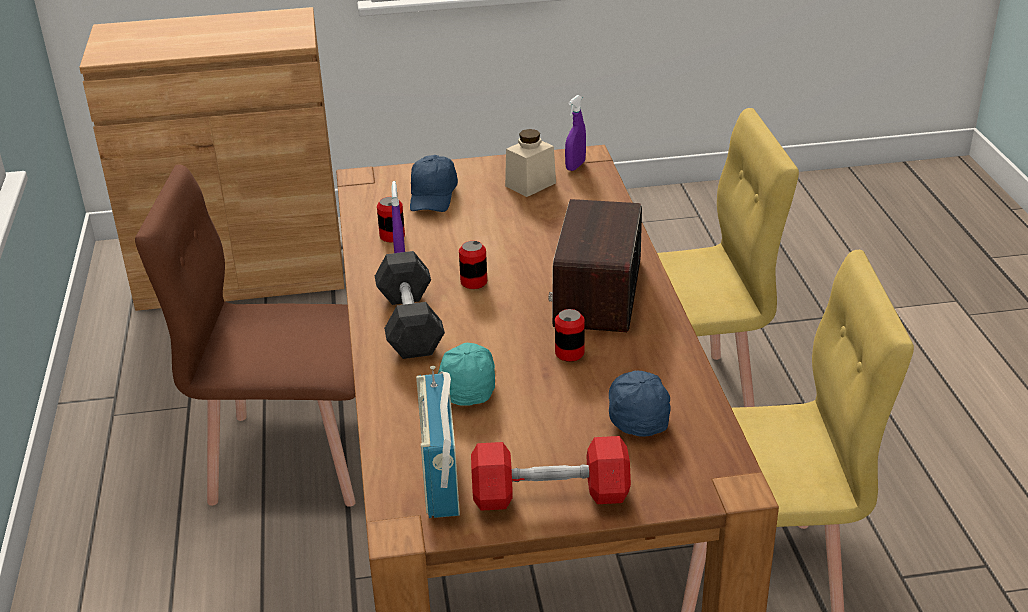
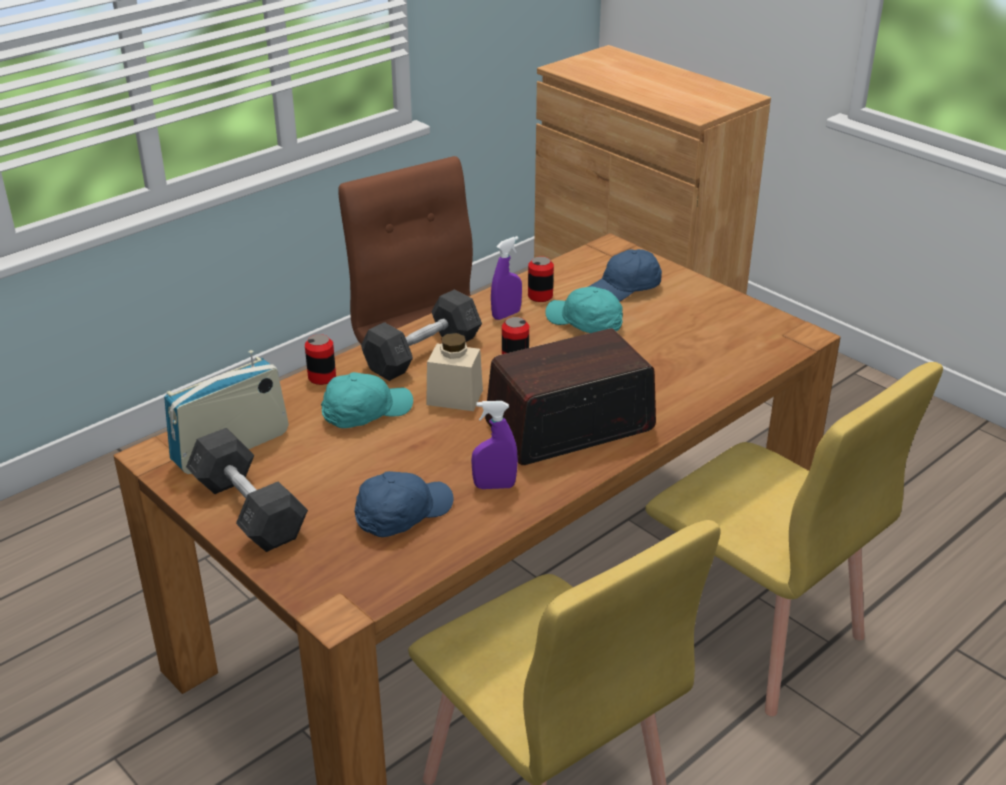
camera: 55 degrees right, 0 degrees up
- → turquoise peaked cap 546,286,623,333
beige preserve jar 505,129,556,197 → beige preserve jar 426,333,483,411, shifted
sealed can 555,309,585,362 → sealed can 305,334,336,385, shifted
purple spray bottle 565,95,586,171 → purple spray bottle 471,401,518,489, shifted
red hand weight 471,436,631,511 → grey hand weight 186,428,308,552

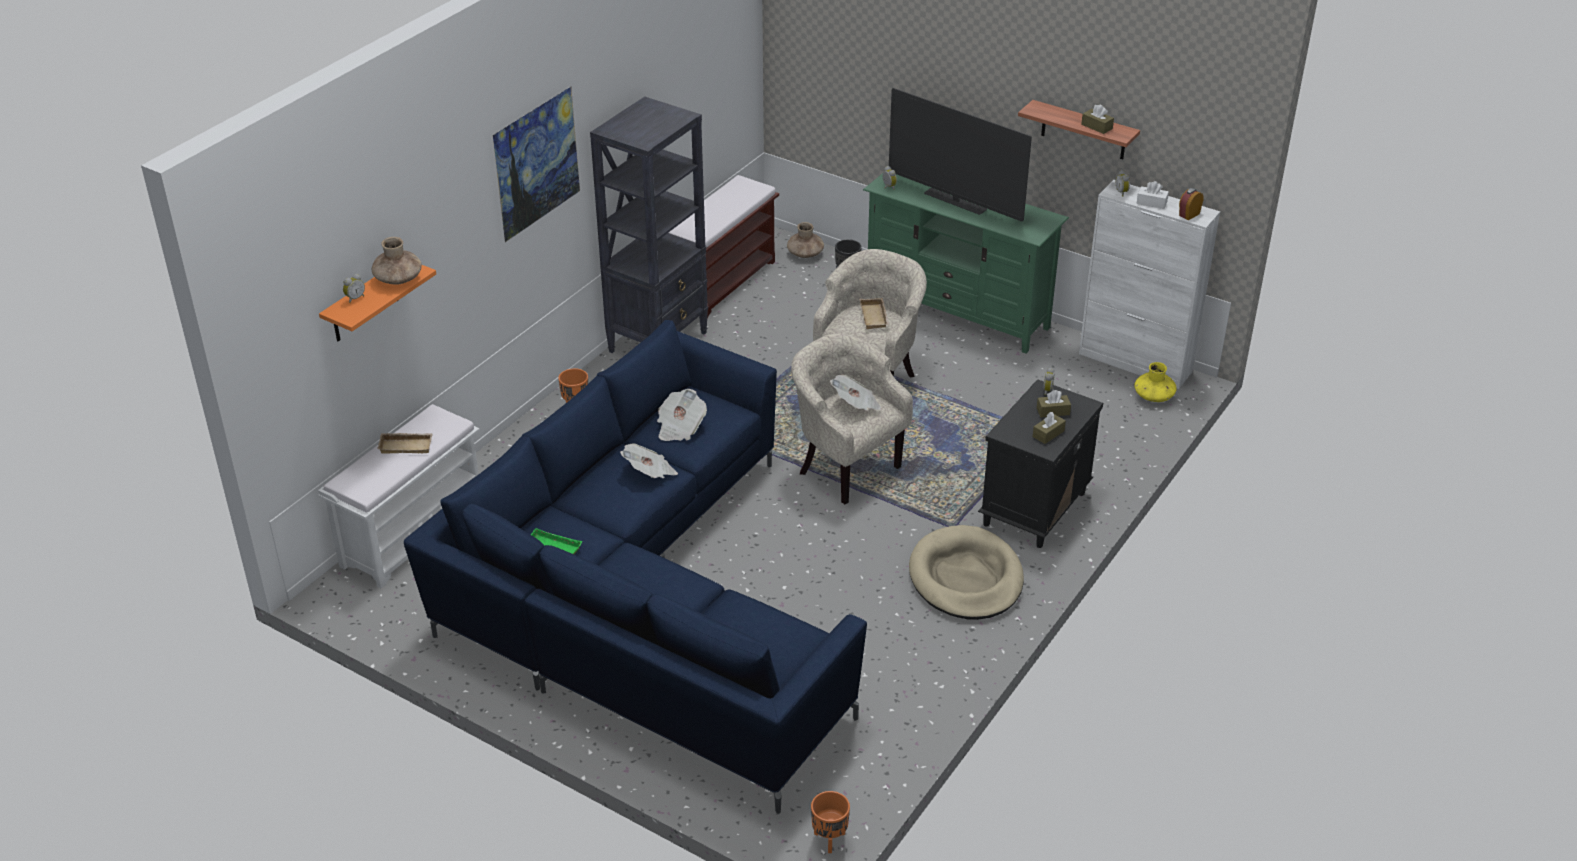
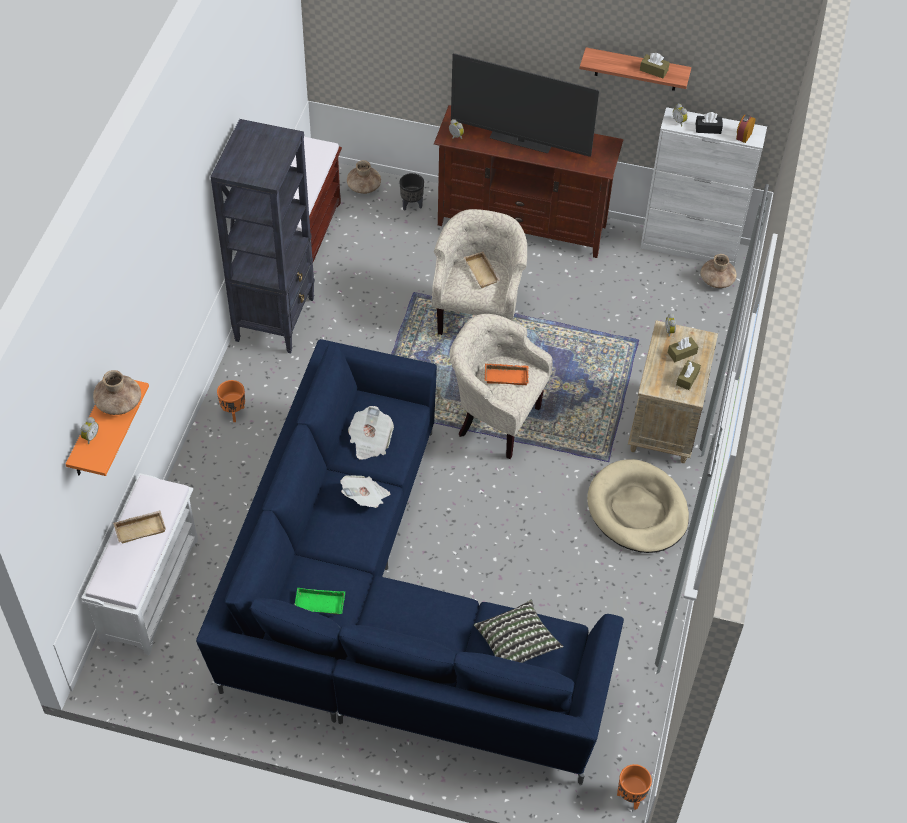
camera: 20 degrees left, 15 degrees up
picture 493,87,580,242 → -
- → cushion 474,600,563,663
printed paper 830,375,882,411 → orange-coloured tray 485,363,529,385
greenish media console 863,173,1069,354 → brown-coloured media console 434,105,624,258
black nightstand 978,379,1103,548 → beige nightstand 628,320,718,463
yellow-coloured decorative vase 1134,362,1177,402 → brown-coloured decorative vase 700,254,736,288
whitish tissue holder 1136,181,1169,209 → black tissue holder 696,112,723,134

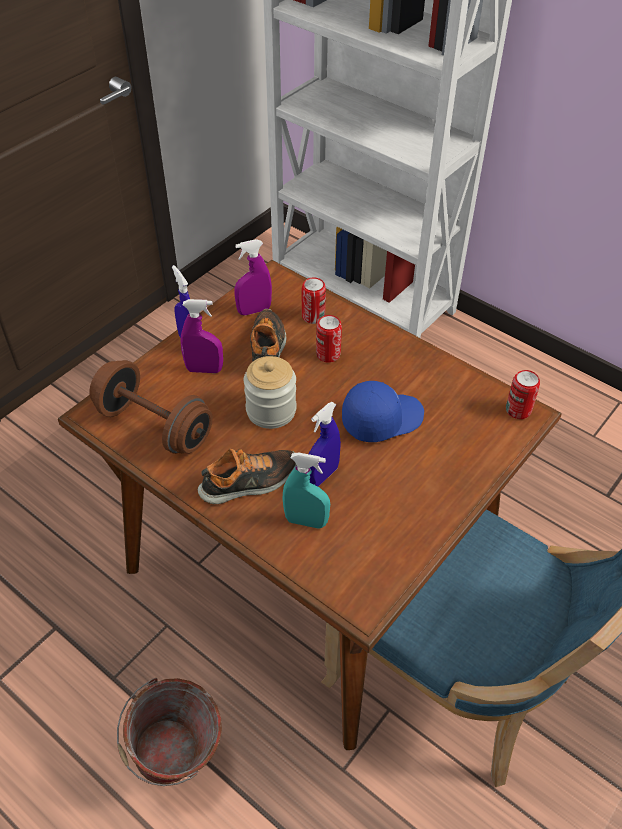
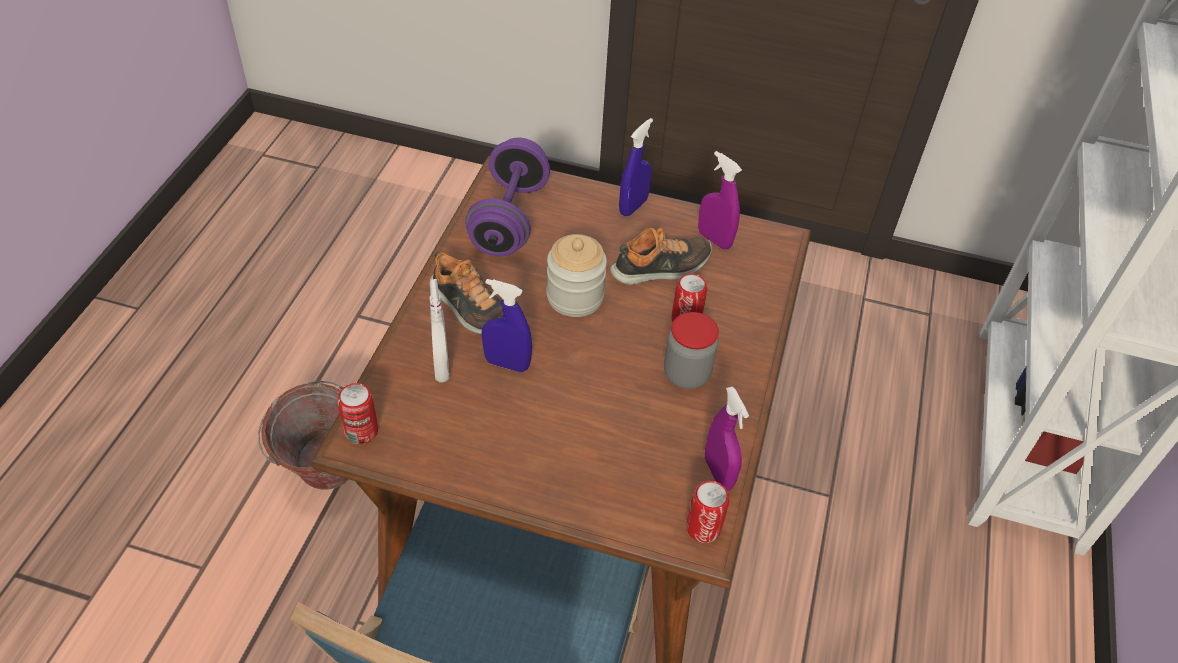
camera: 65 degrees right, 0 degrees up
bluish peaked cap 342,381,424,442 → -
- → preserve jar 664,312,719,389
purple spray bottle 181,299,223,373 → purple spray bottle 705,387,749,491, shifted
sealed can 302,278,326,324 → sealed can 337,383,378,444, shifted
brown-coloured hand weight 89,360,213,454 → purple hand weight 465,137,550,256
turquoise spray bottle 283,452,330,528 → whitish spray bottle 430,279,450,383

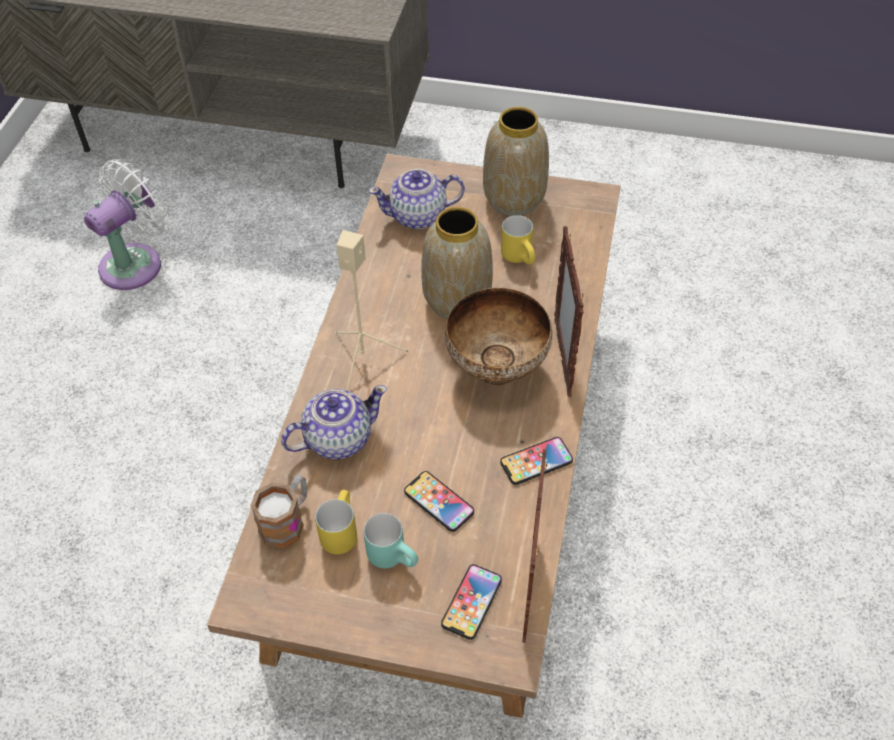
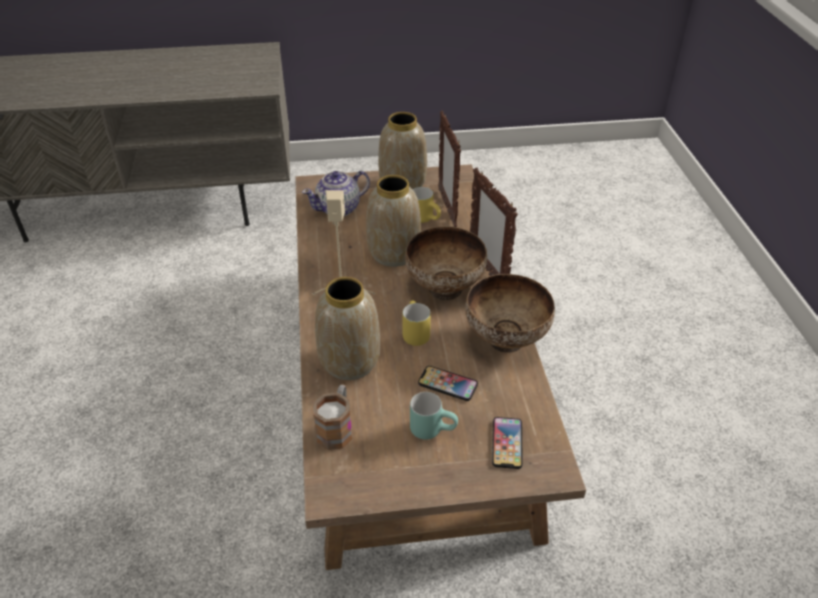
camera: 20 degrees left, 10 degrees down
whitish fan 84,159,168,290 → -
yellow-coloured mug 315,490,357,554 → yellow-coloured mug 402,300,431,346, shifted
picture frame 522,449,547,643 → picture frame 438,110,461,227, shifted
teapot 281,385,387,459 → decorative vase 315,277,380,380
phone 500,437,573,485 → serving bowl 465,274,555,353

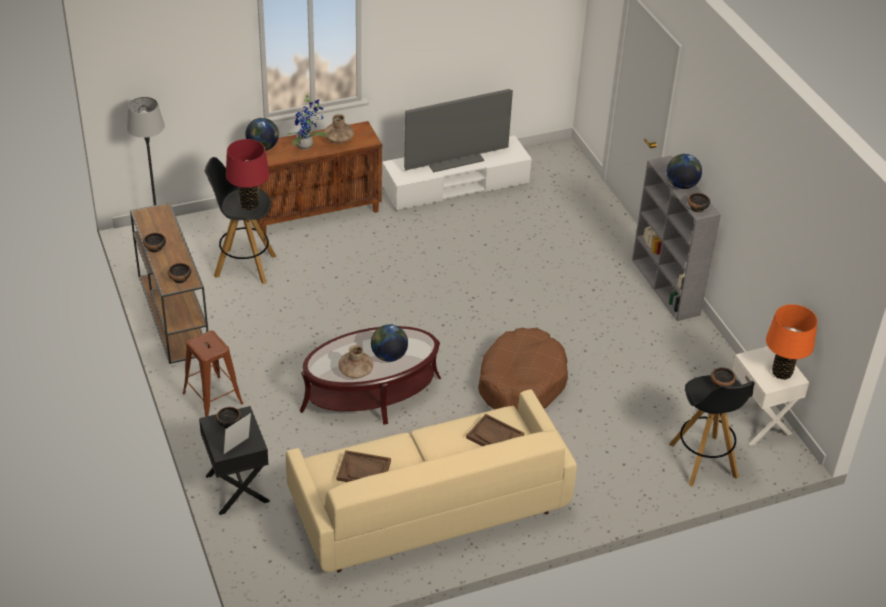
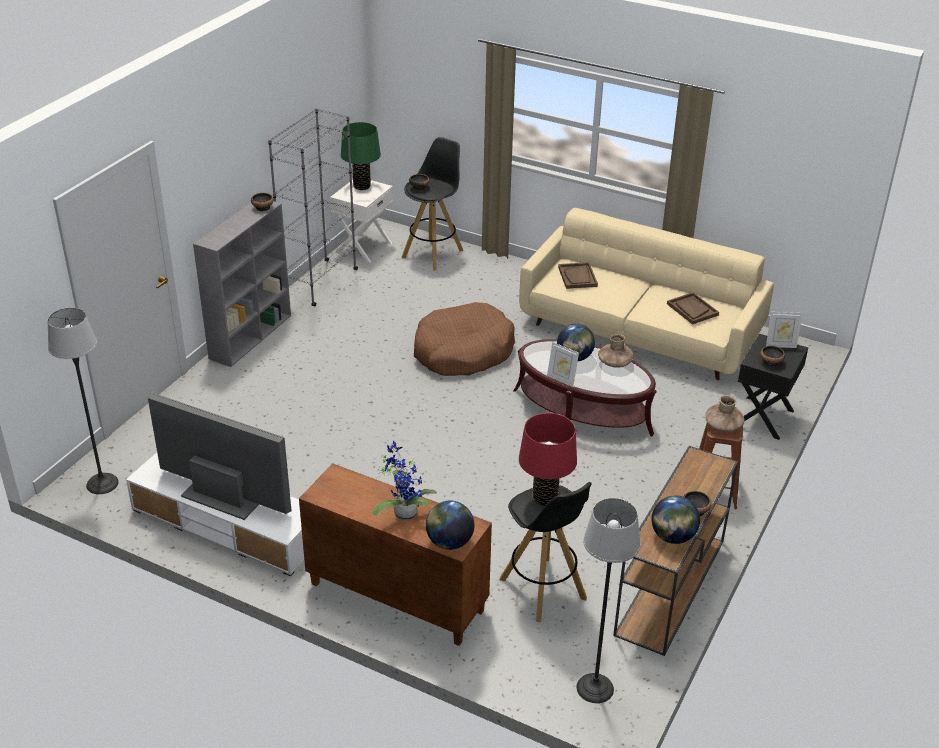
camera: 130 degrees left, 5 degrees down
serving bowl 168,263,191,284 → -
- → standard lamp 48,308,119,494
- → grey shelving unit 268,108,358,307
- → picture frame 547,342,579,387
brown-coloured decorative vase 324,114,354,143 → brown-coloured decorative vase 705,395,744,432, shifted
desk globe 667,154,702,189 → desk globe 652,495,700,544, shifted
orange-coloured tabletop lamp 766,304,818,380 → greenish tabletop lamp 341,122,381,190

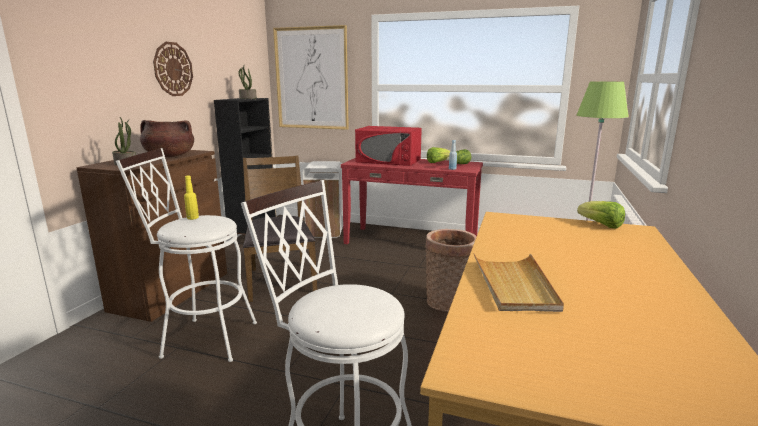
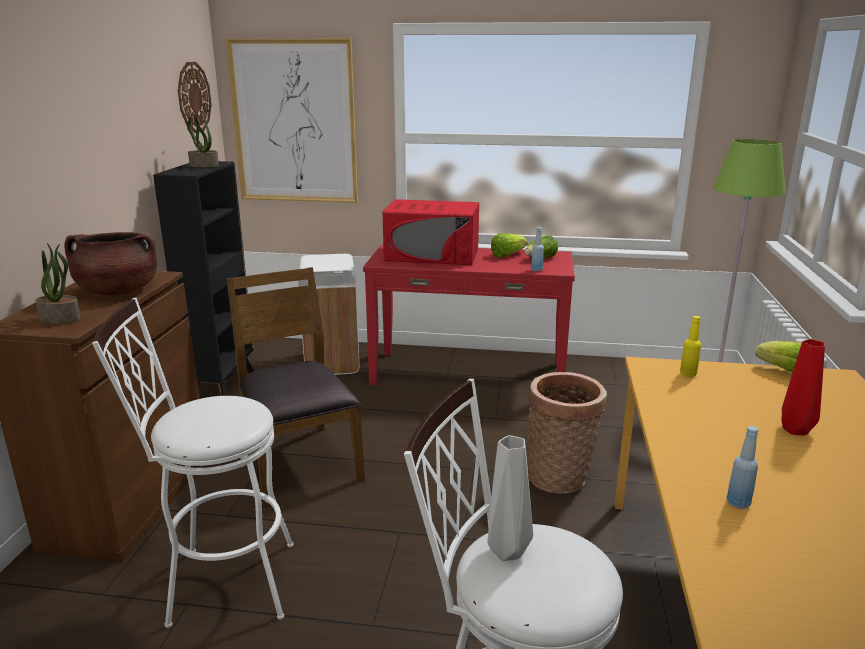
camera: 10 degrees left, 5 degrees up
- → grey decorative vase 487,435,533,561
- → red decorative vase 781,339,825,436
hanging clock 153,42,193,96 → hanging clock 178,62,212,133, shifted
yellow-coloured bottle 184,176,199,220 → yellow-coloured bottle 680,316,701,377, shifted
beige tray 473,253,564,312 → bluish bottle 727,426,758,509

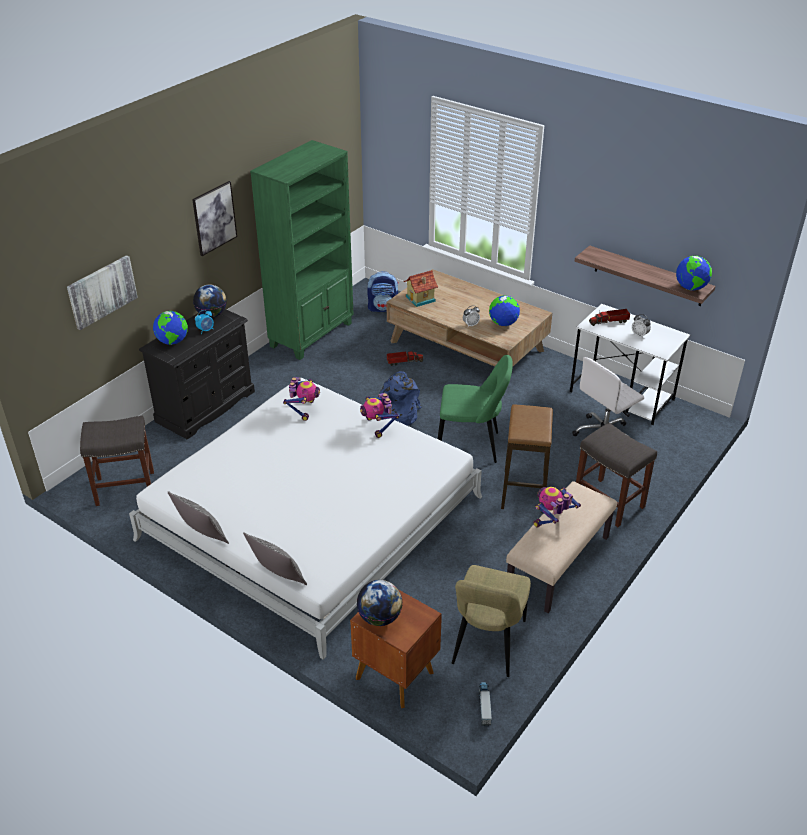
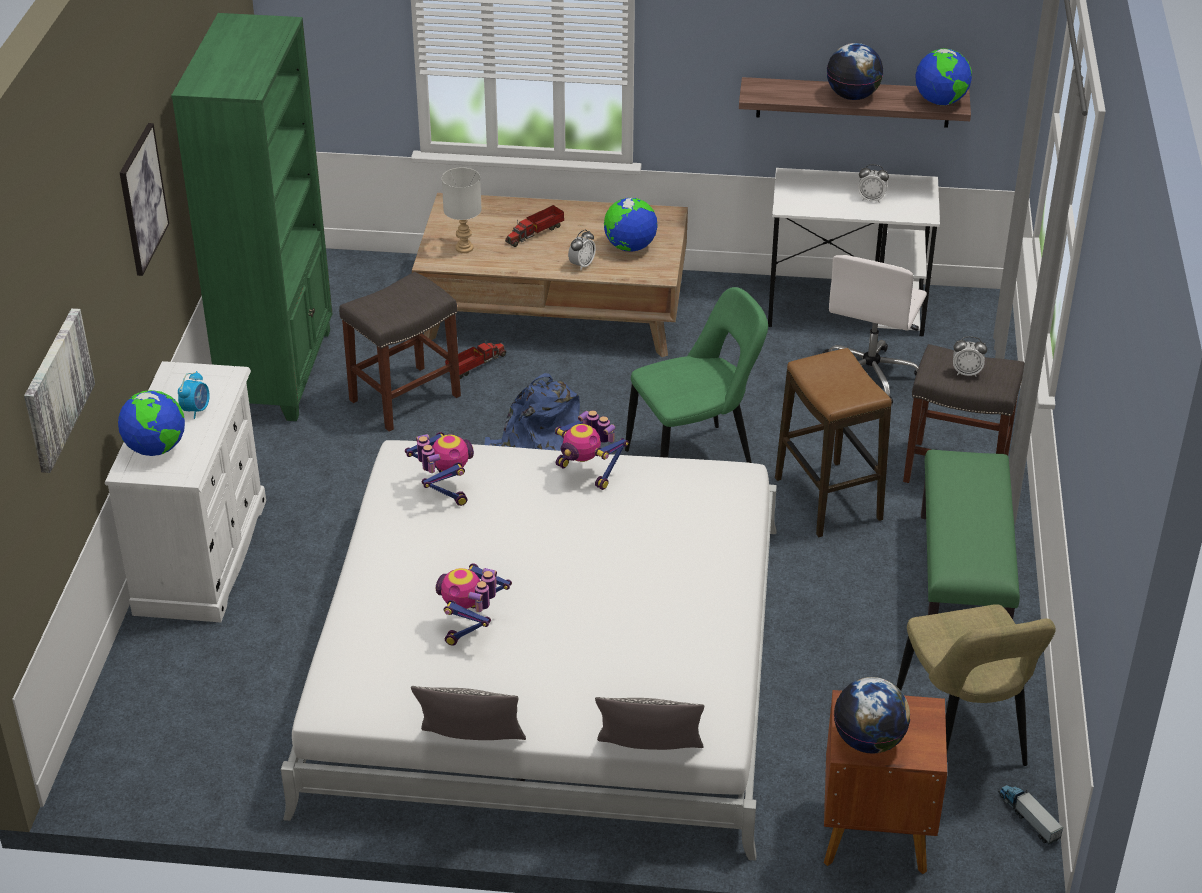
camera: 30 degrees left, 0 degrees up
rucksack 367,271,399,312 → -
- → table clock 953,336,987,377
grey stool seat 80,416,154,506 → grey stool seat 339,272,461,432, shifted
desk globe 193,284,227,318 → desk globe 827,43,883,100, shifted
robot figure 533,487,581,528 → robot figure 436,563,512,646, shifted
model truck 589,309,630,326 → model truck 505,205,564,247, shifted
model house 403,270,438,307 → grey tabletop lamp 442,167,482,253
black drawer chest 139,309,255,440 → whitish drawer chest 105,361,266,622
beige indoor bench 506,481,617,613 → greenish indoor bench 921,450,1020,619

